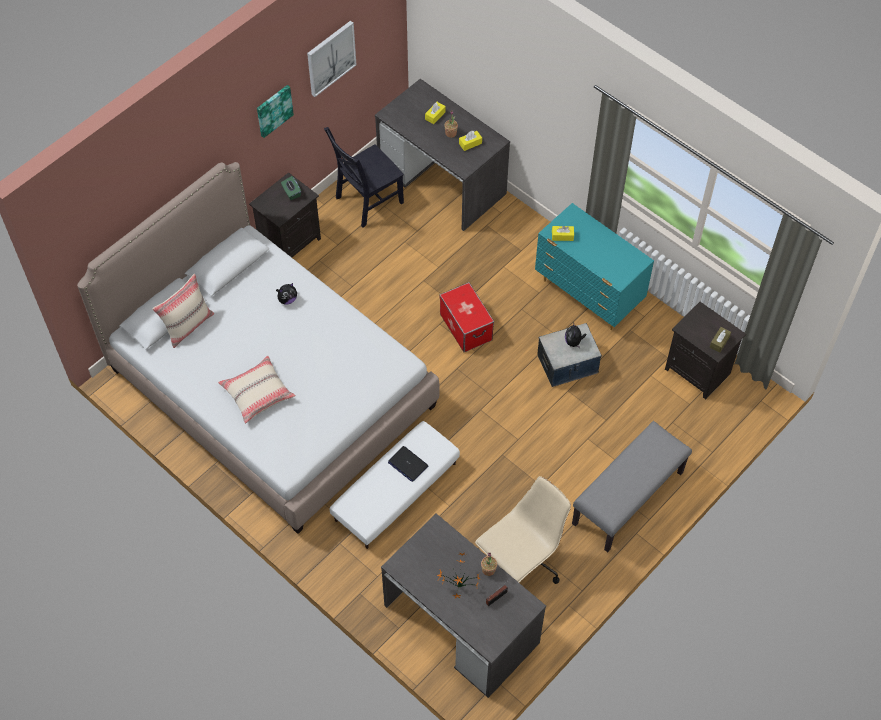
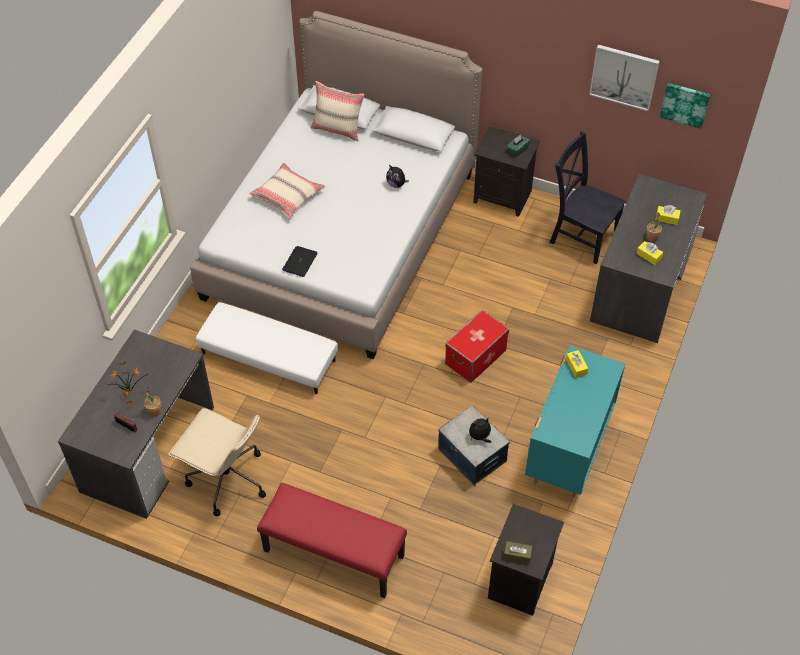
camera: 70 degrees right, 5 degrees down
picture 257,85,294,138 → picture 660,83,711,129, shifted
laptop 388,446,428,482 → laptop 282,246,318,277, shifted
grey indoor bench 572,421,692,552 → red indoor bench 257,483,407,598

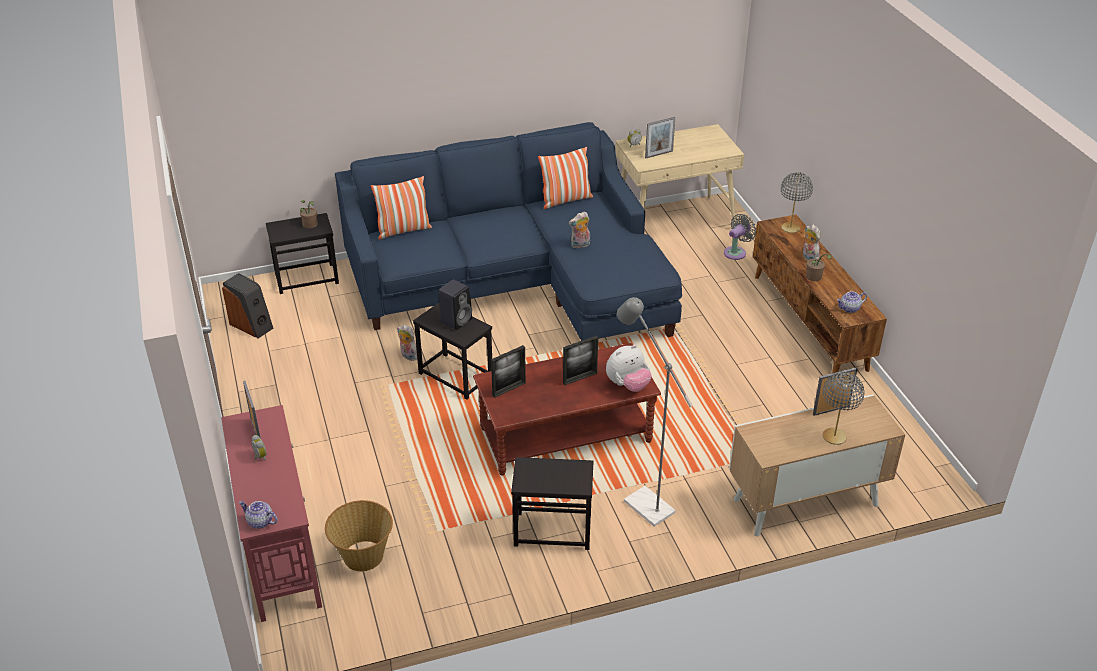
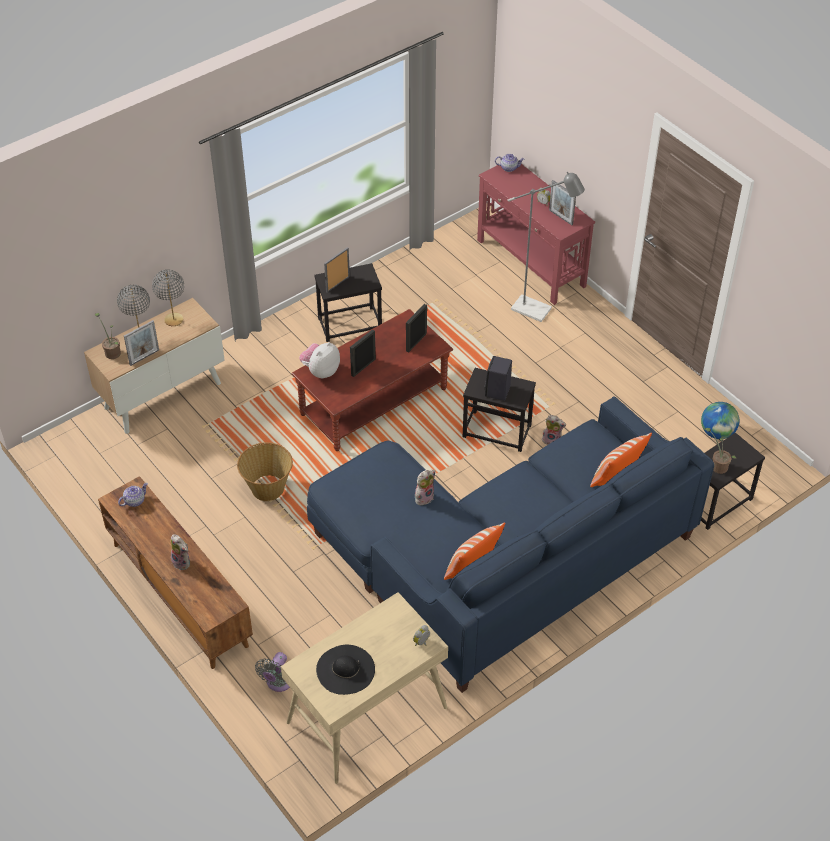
camera: 160 degrees right, 10 degrees up
- → black hat 316,645,375,695
storage basket 325,500,393,571 → storage basket 237,442,293,501, shifted
grey standard lamp 617,297,693,527 → grey standard lamp 507,172,585,322, shifted
picture frame 645,117,675,158 → picture frame 324,247,350,292, shifted
grey tabletop lamp 781,172,813,233 → grey tabletop lamp 152,269,184,326, shifted
plant in a pot 806,251,831,281 → plant in a pot 95,313,121,359, shifted
loudspeaker 222,273,274,338 → desk globe 701,402,740,439

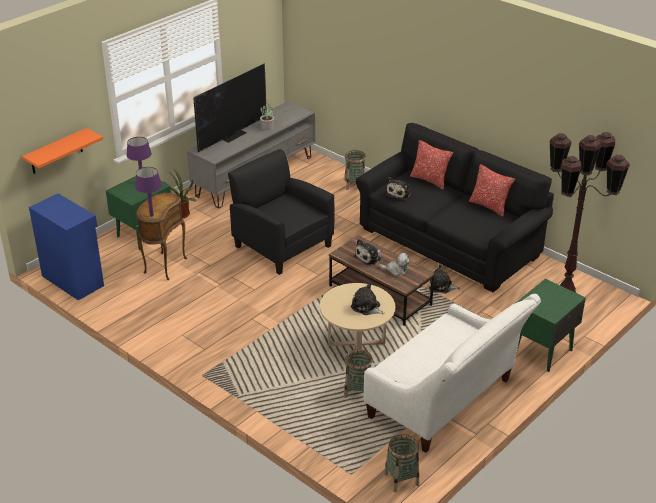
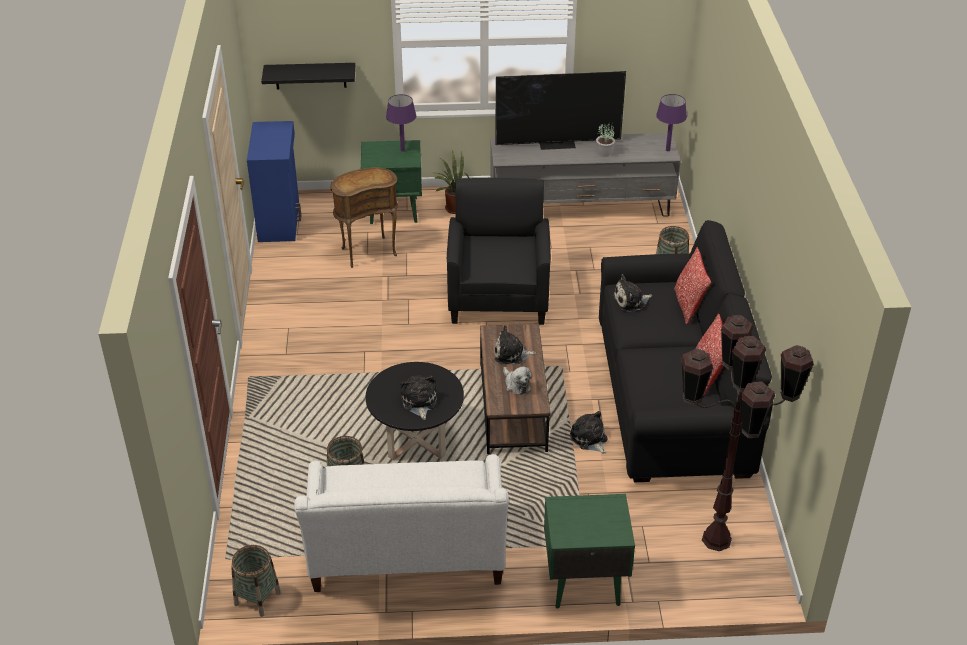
camera: 45 degrees right, 5 degrees up
purple tabletop lamp 135,167,162,217 → purple tabletop lamp 656,94,687,151, shifted
orange-coloured wall shelf 22,128,103,174 → black wall shelf 261,63,355,90
beige coffee table 320,283,395,349 → black coffee table 366,362,464,460

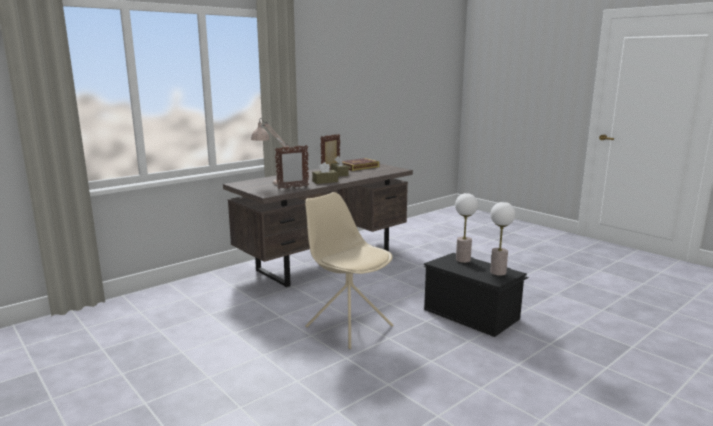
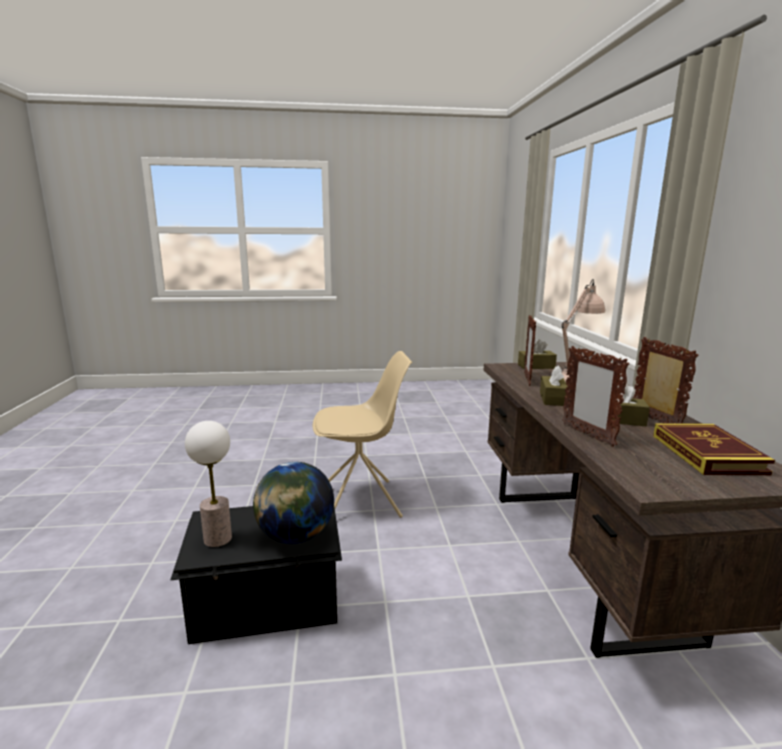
camera: 125 degrees right, 0 degrees up
- → brown-coloured tissue holder 518,339,557,369
- → picture frame 562,346,629,447
tabletop lamp 455,193,478,263 → desk globe 253,462,334,544

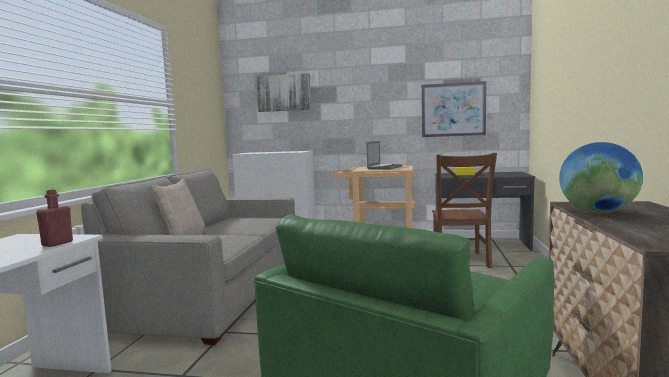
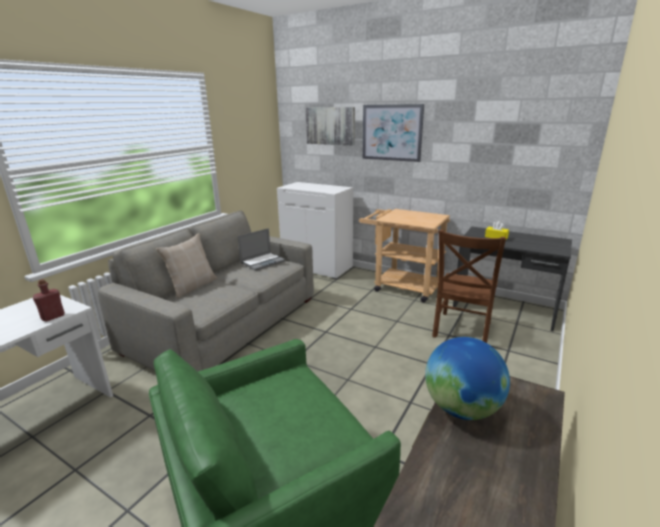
camera: 20 degrees right, 15 degrees up
laptop 366,141,402,169 → laptop 237,228,286,271, shifted
picture 422,81,486,137 → picture 363,104,424,162, shifted

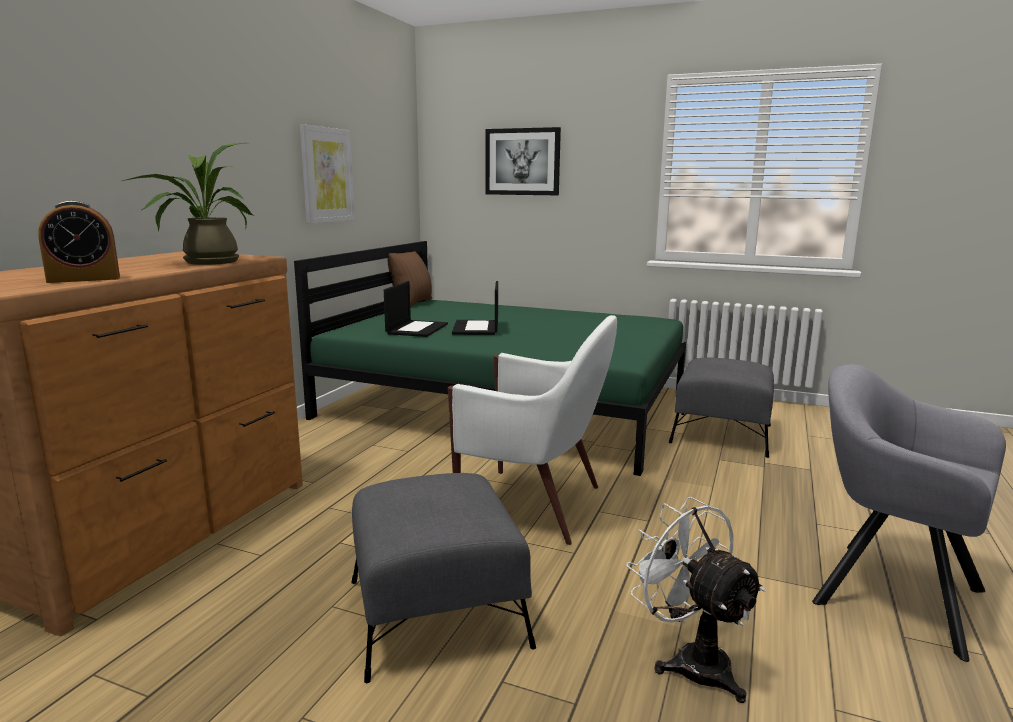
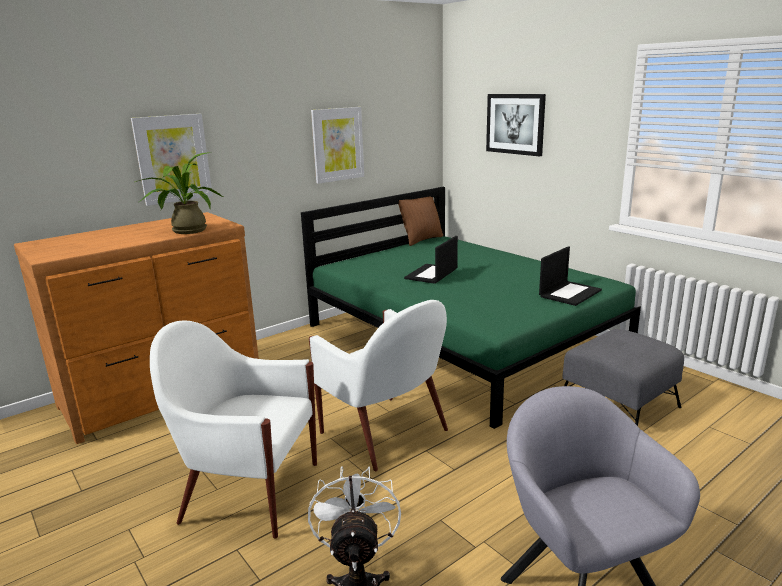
camera: 30 degrees right, 5 degrees up
table clock 38,201,120,283 → -
- → picture 131,114,213,206
laptop 384,281,448,337 → laptop 539,246,602,306, shifted
grey pouffe 352,473,536,683 → whitish lounge chair 150,320,317,539

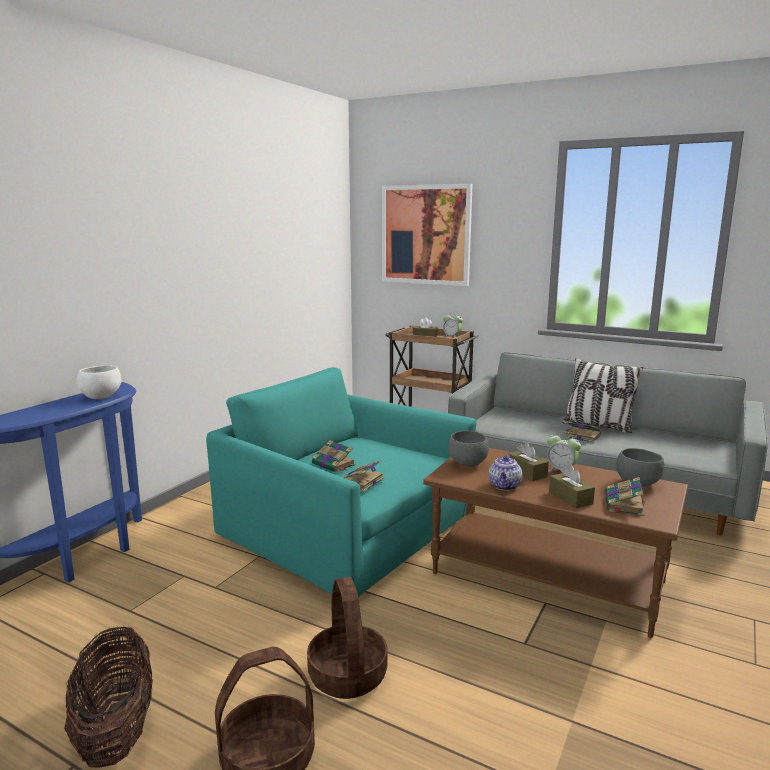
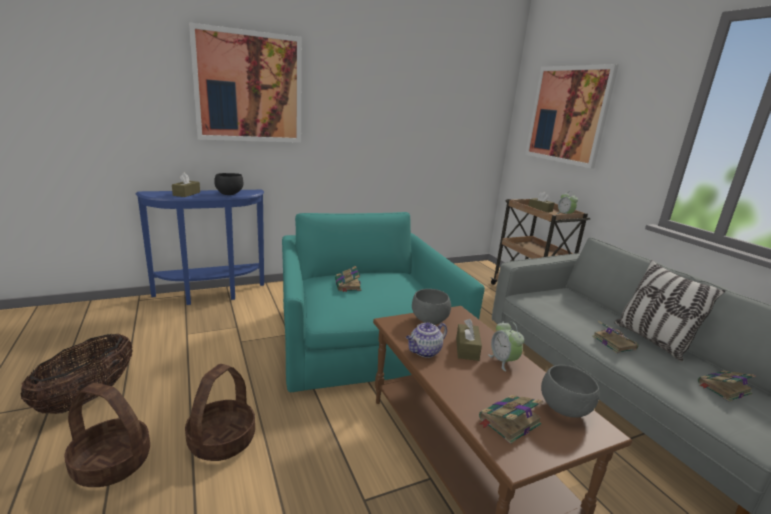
camera: 35 degrees right, 5 degrees up
- → picture 189,22,302,143
volume 342,460,384,492 → volume 698,371,756,401, shifted
brown-coloured tissue holder 549,465,595,508 → brown-coloured tissue holder 172,172,200,197, shifted
whitish serving bowl 77,365,121,399 → black serving bowl 214,173,243,195

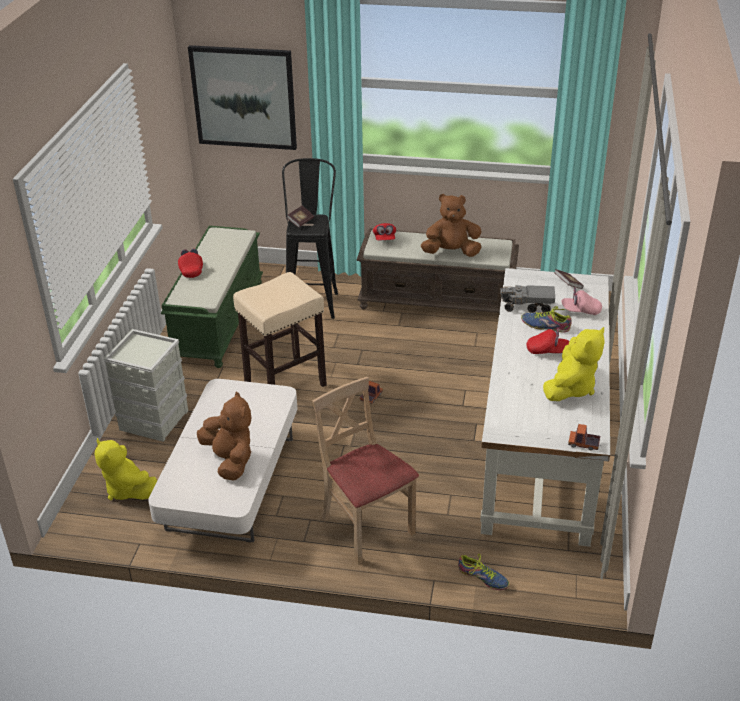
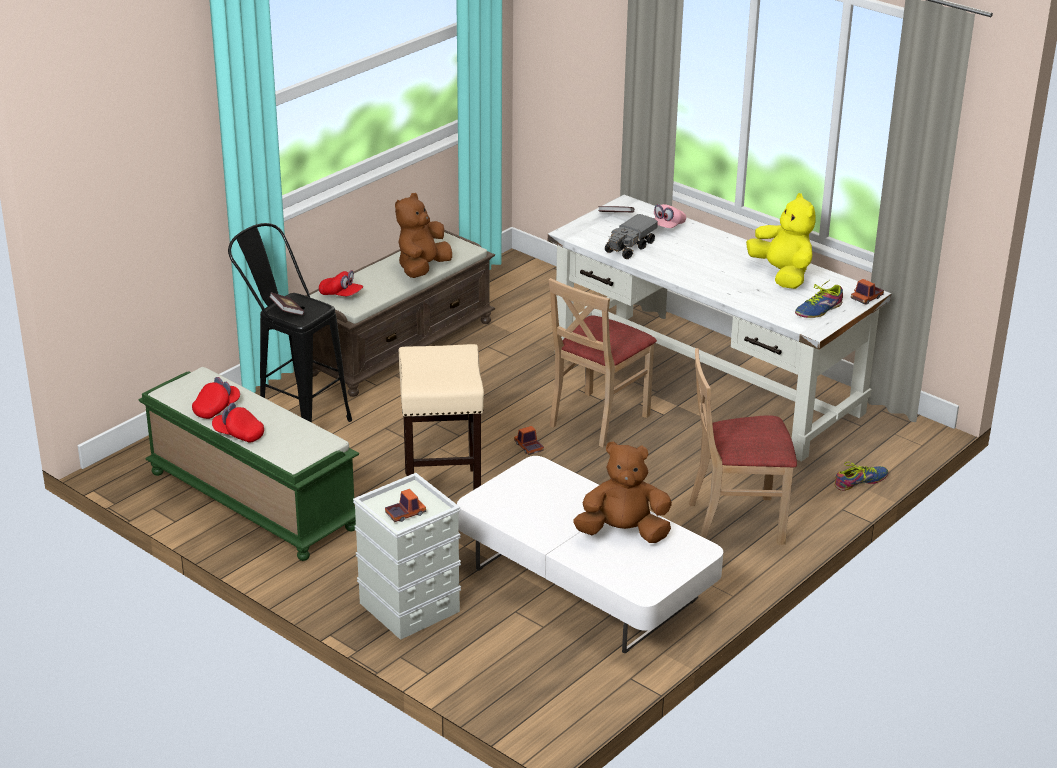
camera: 60 degrees left, 5 degrees down
yellow-coloured soft toy 94,438,157,500 → -
picture 188,45,297,150 → -
- → model truck 385,489,426,522
- → beige upright chair 549,278,657,447
low shoe 521,306,571,333 → low shoe 795,281,843,318, shifted
red peaked cap 527,328,569,354 → red peaked cap 192,377,240,419, shifted

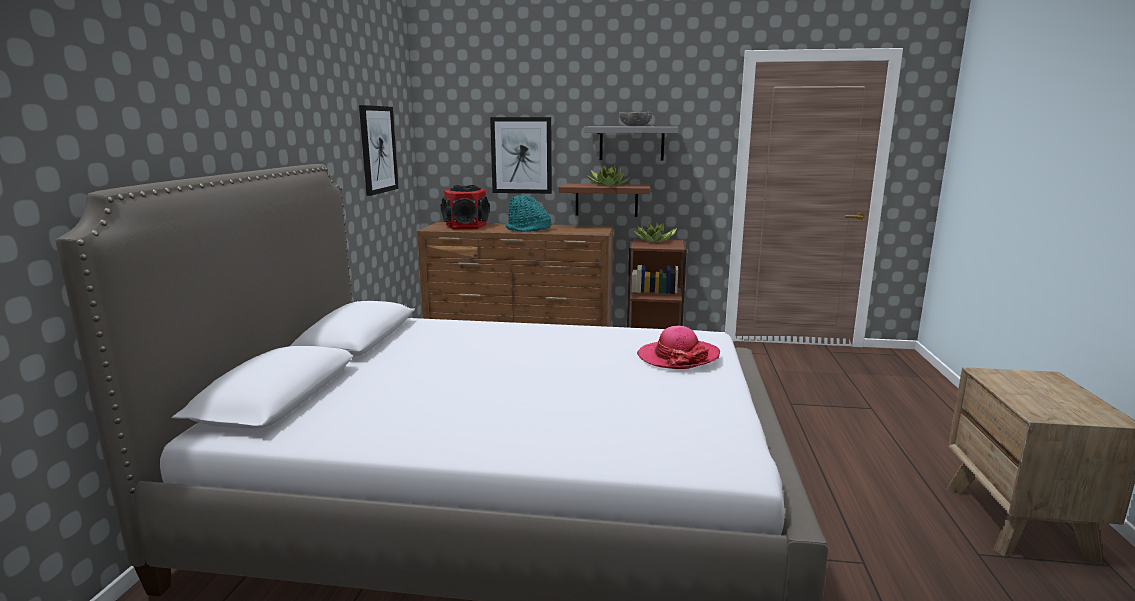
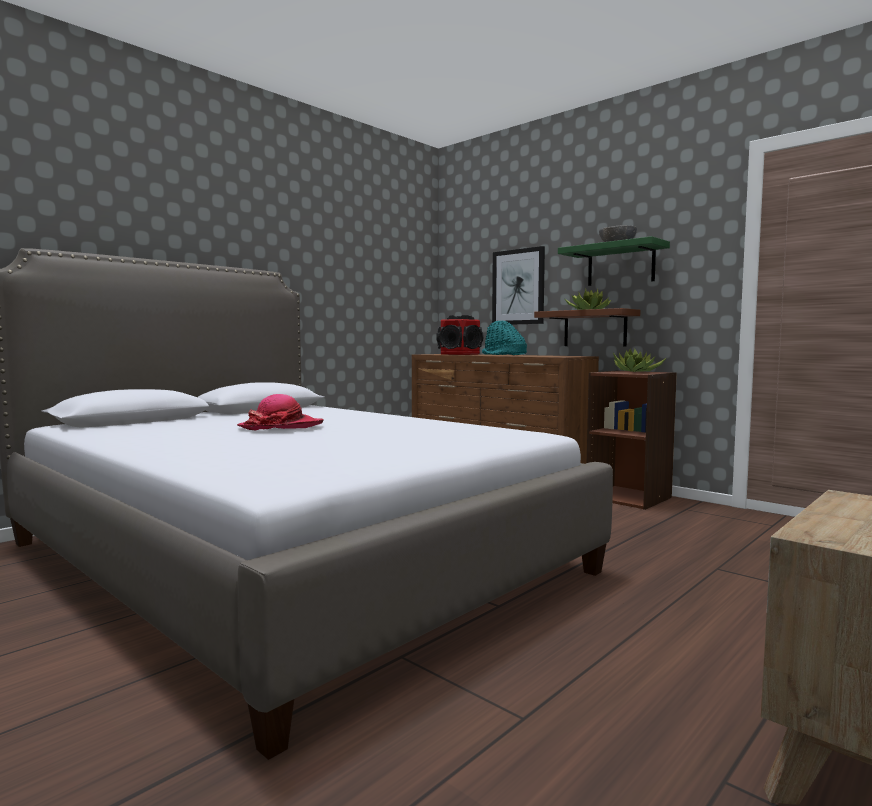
camera: 35 degrees right, 10 degrees down
picture 359,105,399,196 → -
hat 637,325,720,369 → hat 237,394,324,431, shifted
grey wall shelf 584,127,678,161 → greenish wall shelf 558,236,670,286

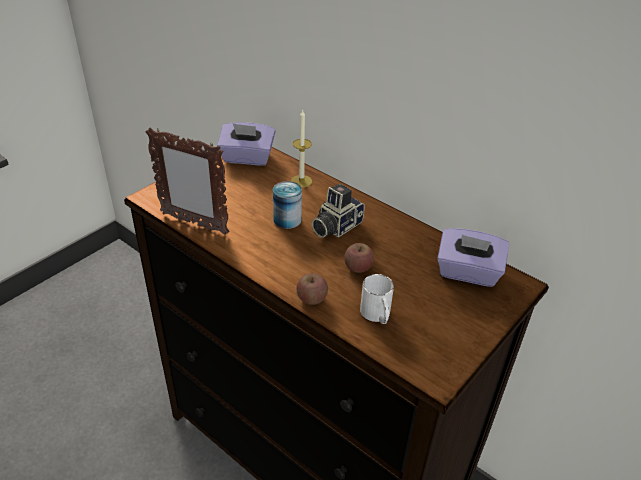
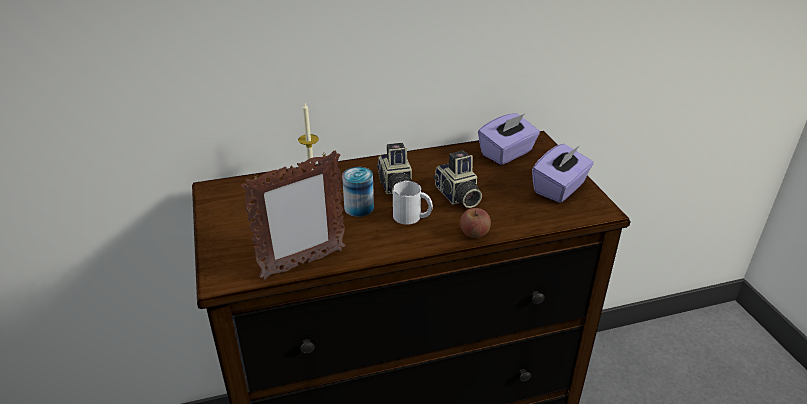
camera: 55 degrees left, 5 degrees down
purple tissue holder 217,122,276,166 → purple tissue holder 532,144,594,203, shifted
whitish mug 360,274,394,324 → whitish mug 393,181,433,224, shifted
whole apple 344,243,374,273 → photo camera 433,151,482,208

